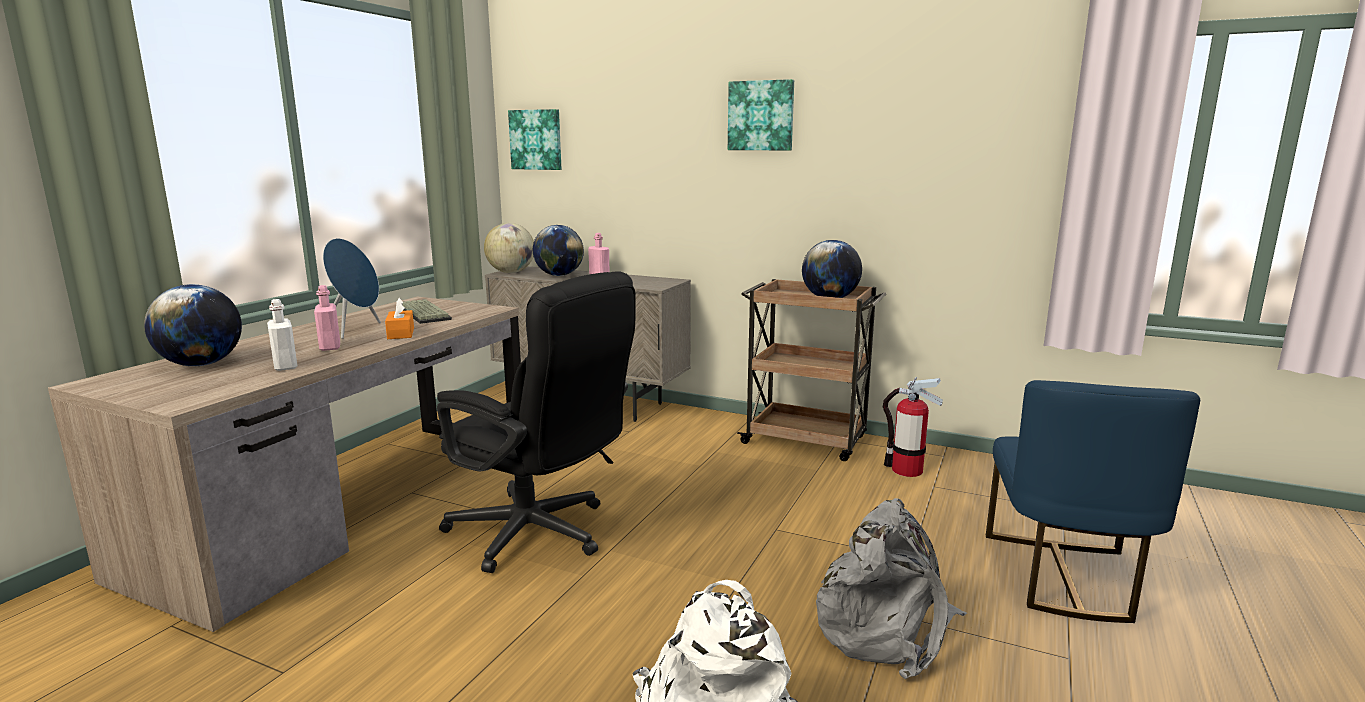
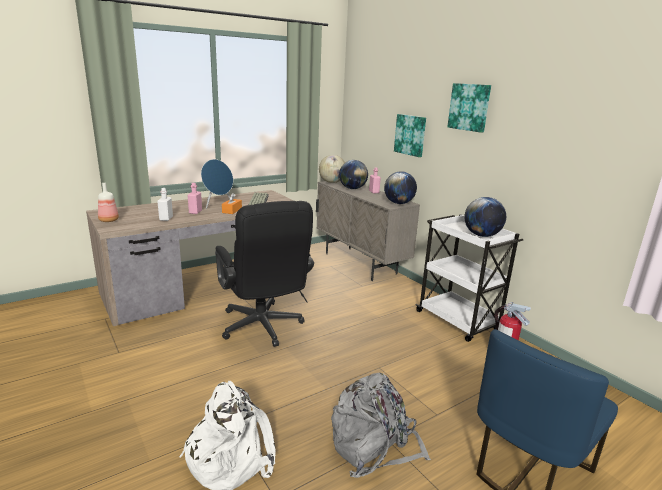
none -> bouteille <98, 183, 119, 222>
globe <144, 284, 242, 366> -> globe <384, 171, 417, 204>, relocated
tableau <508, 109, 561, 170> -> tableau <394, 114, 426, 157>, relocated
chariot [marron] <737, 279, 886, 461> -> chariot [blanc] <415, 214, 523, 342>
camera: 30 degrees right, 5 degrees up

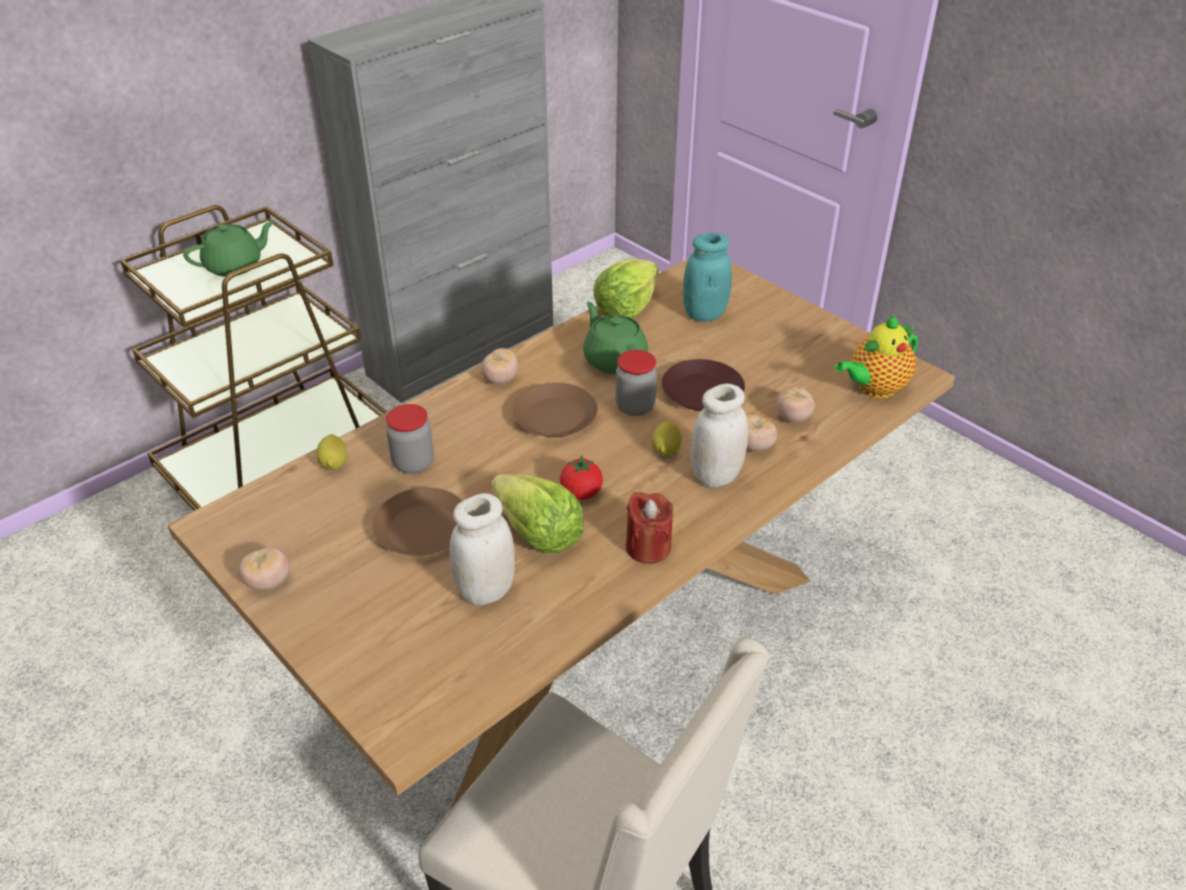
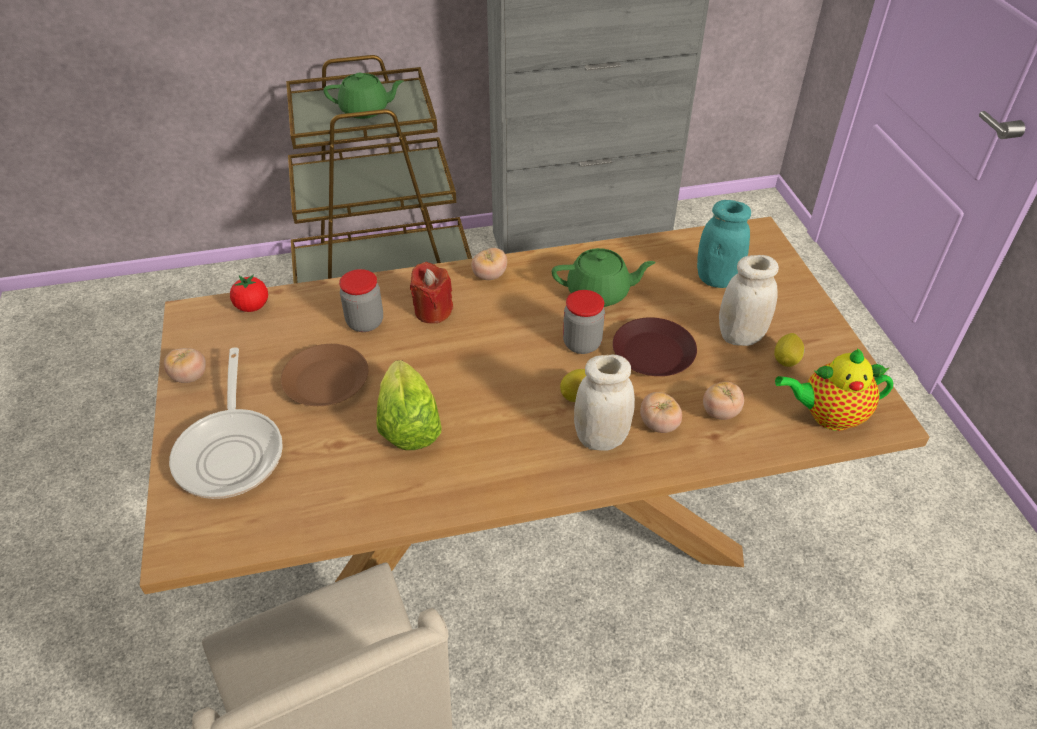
none -> poêle <169, 348, 283, 499>
tomate <560, 455, 603, 500> -> tomate <230, 274, 268, 312>, relocated
bougie [rouge] <626, 492, 673, 564> -> bougie [rouge] <410, 262, 453, 324>, relocated
théière [vert] <583, 301, 648, 374> -> théière [vert] <552, 248, 656, 307>, 90 degrees clockwise
bocal [blanc] <450, 493, 515, 606> -> bocal [blanc] <719, 255, 779, 346>, relocated
citron <316, 434, 347, 470> -> citron <774, 333, 804, 367>, relocated
assiette [marron] <512, 383, 598, 437> -> none
laitue <593, 259, 659, 319> -> none
camera: 30 degrees right, 5 degrees up

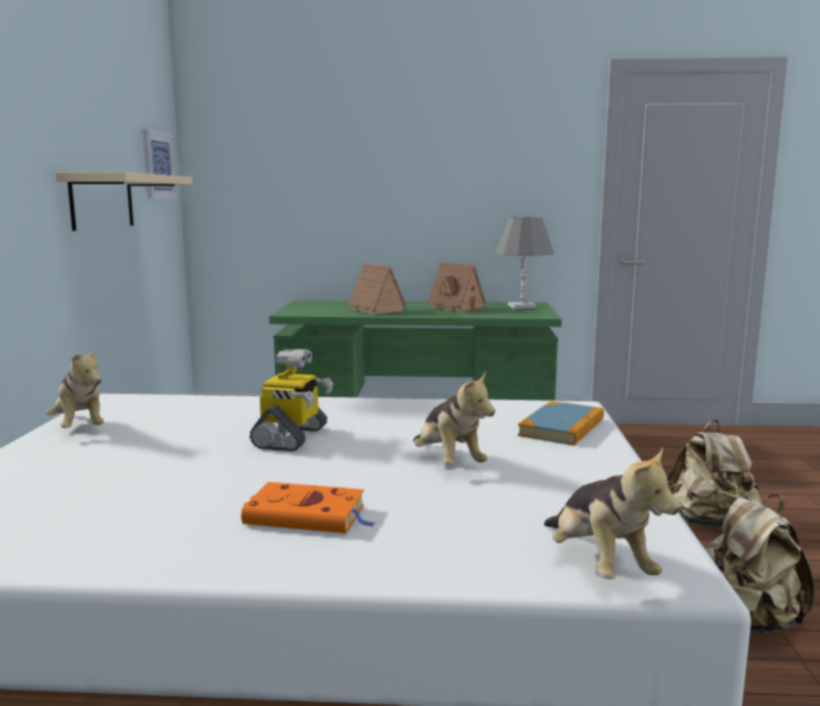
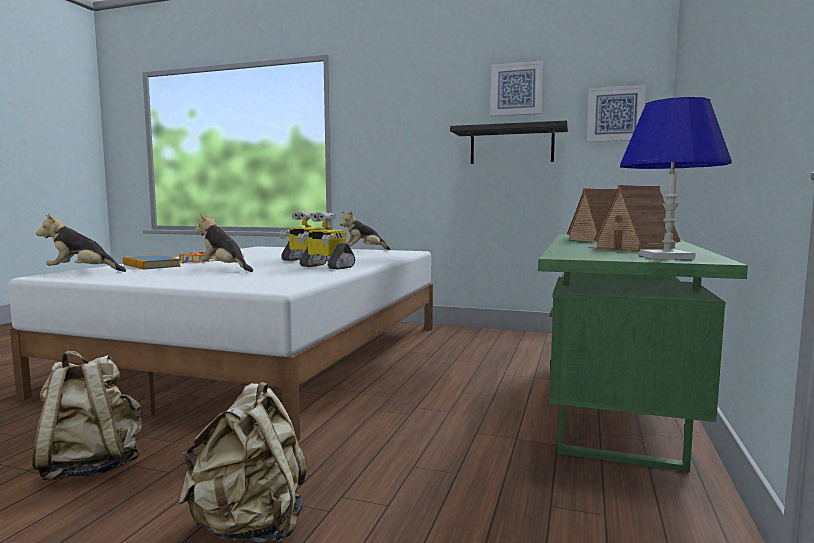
livre <518, 401, 604, 446> -> livre <123, 255, 181, 270>, relocated
peluche <413, 371, 495, 465> -> peluche <195, 212, 253, 272>, 45 degrees clockwise
none -> robot jouet <297, 212, 355, 270>
étagère [beige] <56, 172, 192, 231> -> étagère [noir] <450, 120, 568, 164>
none -> tableau <490, 60, 543, 116>
lampe de table [gris] <496, 217, 554, 309> -> lampe de table [bleu] <620, 97, 732, 260>
camera: 105 degrees right, 5 degrees down

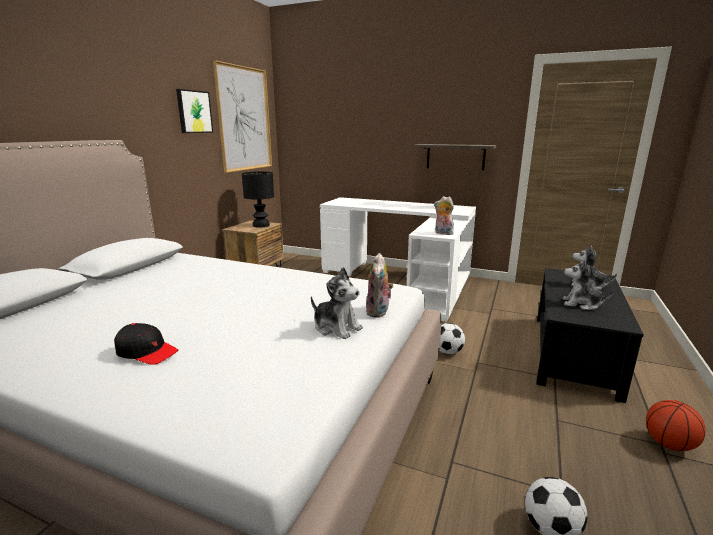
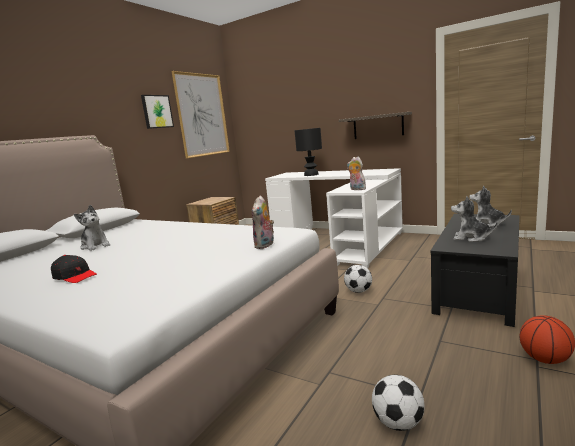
peluche <311, 267, 363, 339> -> peluche <74, 205, 110, 251>, relocated
lampe de table [noir] <242, 171, 274, 228> -> lampe de table [noir] <294, 128, 322, 176>, relocated
camera: 10 degrees right, 5 degrees down

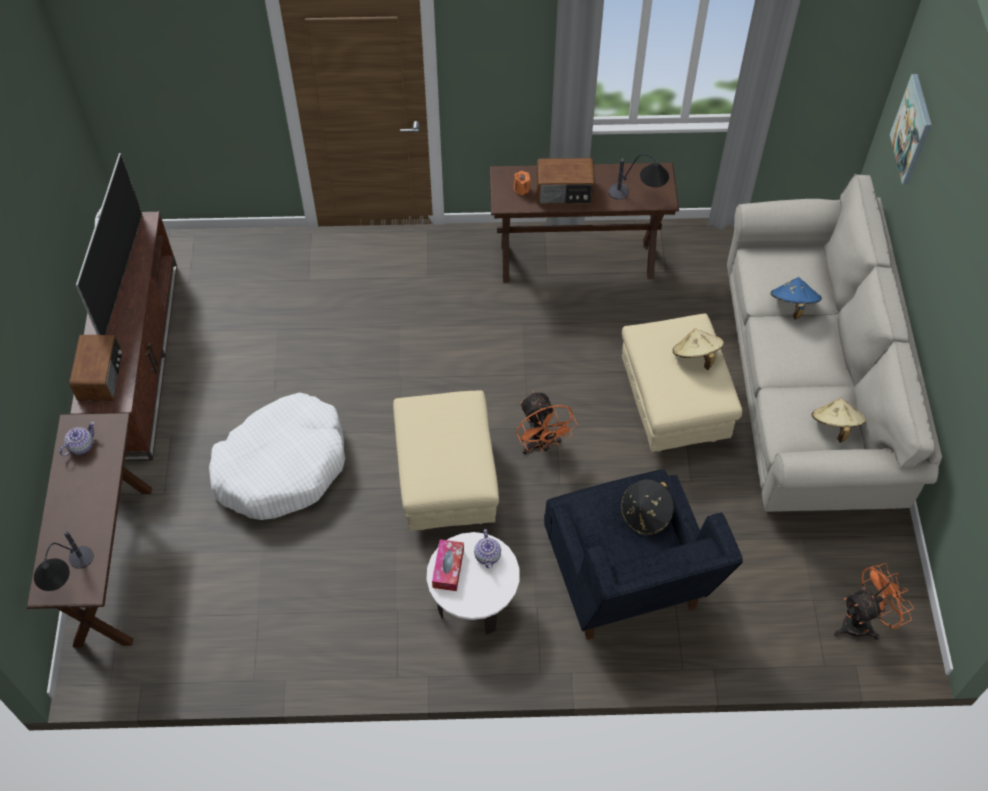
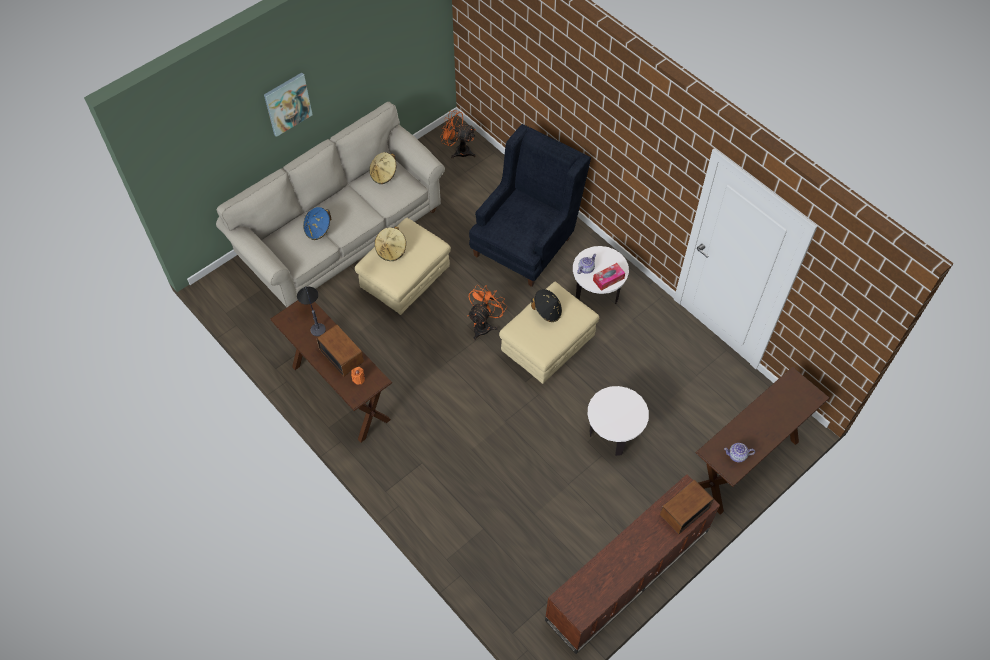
tableau <890, 74, 931, 184> -> tableau <264, 73, 313, 137>, relocated
chapeau [noir] <621, 479, 674, 535> -> chapeau [noir] <531, 289, 562, 322>, relocated
panier pour chien [blanc] <209, 392, 345, 520> -> table d'appoint [blanc] <588, 386, 649, 456>
lampe de table <34, 531, 93, 591> -> none
téléviseur <76, 153, 142, 335> -> none
camera: 130 degrees left, 0 degrees up

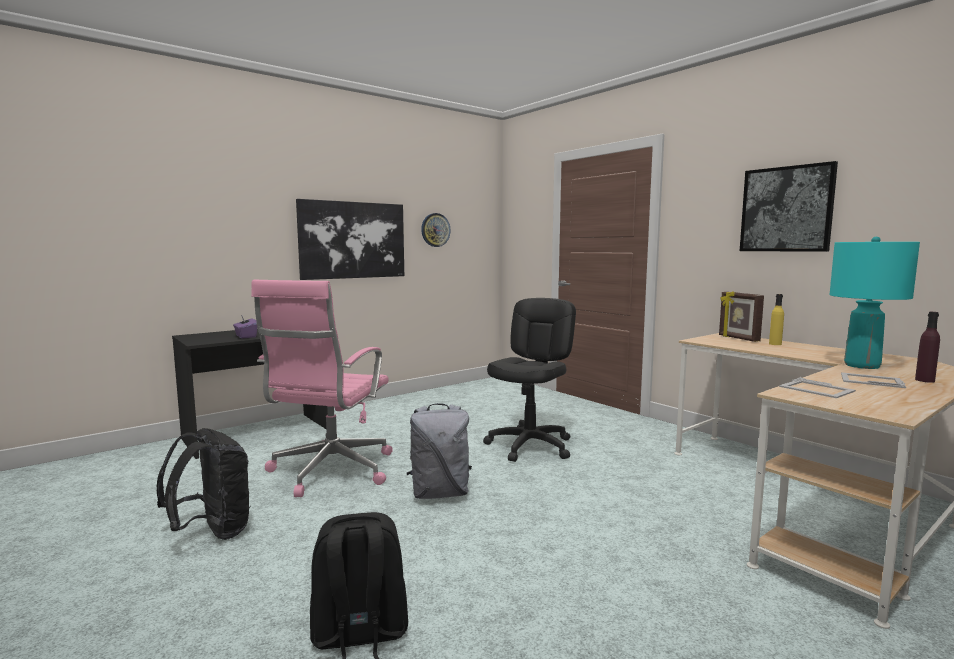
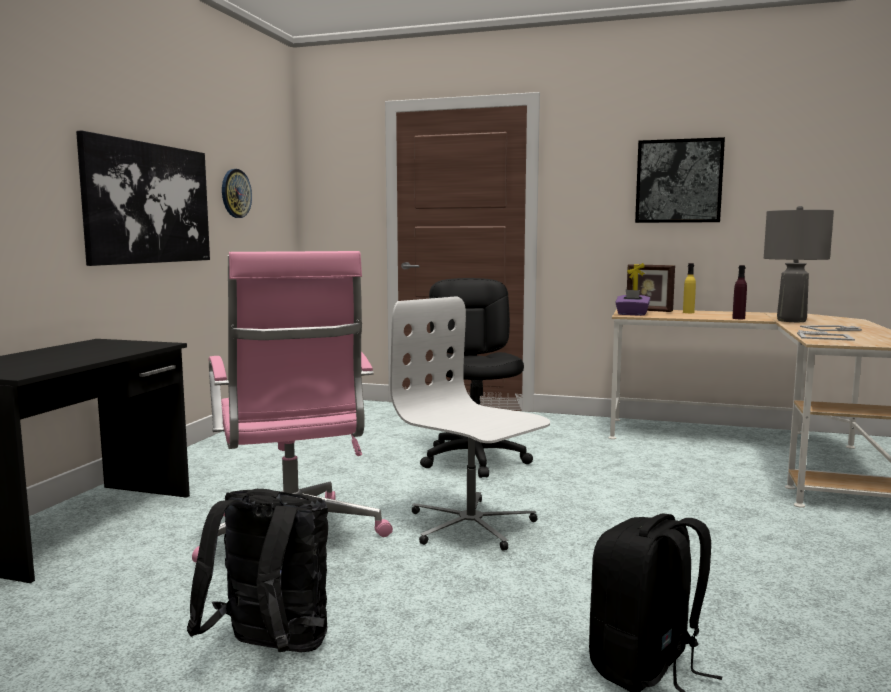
sac à dos [gris] <407, 403, 472, 499> -> chaise de bureau [blanc] <390, 296, 550, 551>
boîte à mouchoirs [violet] <233, 315, 257, 338> -> boîte à mouchoirs [violet] <615, 290, 650, 316>, relocated
bouteille [violet] <915, 312, 940, 383> -> bouteille [violet] <732, 265, 747, 319>, relocated
lampe de table [turquoise] <829, 237, 920, 369> -> lampe de table [gris] <764, 206, 834, 322>
camera: 35 degrees left, 0 degrees up

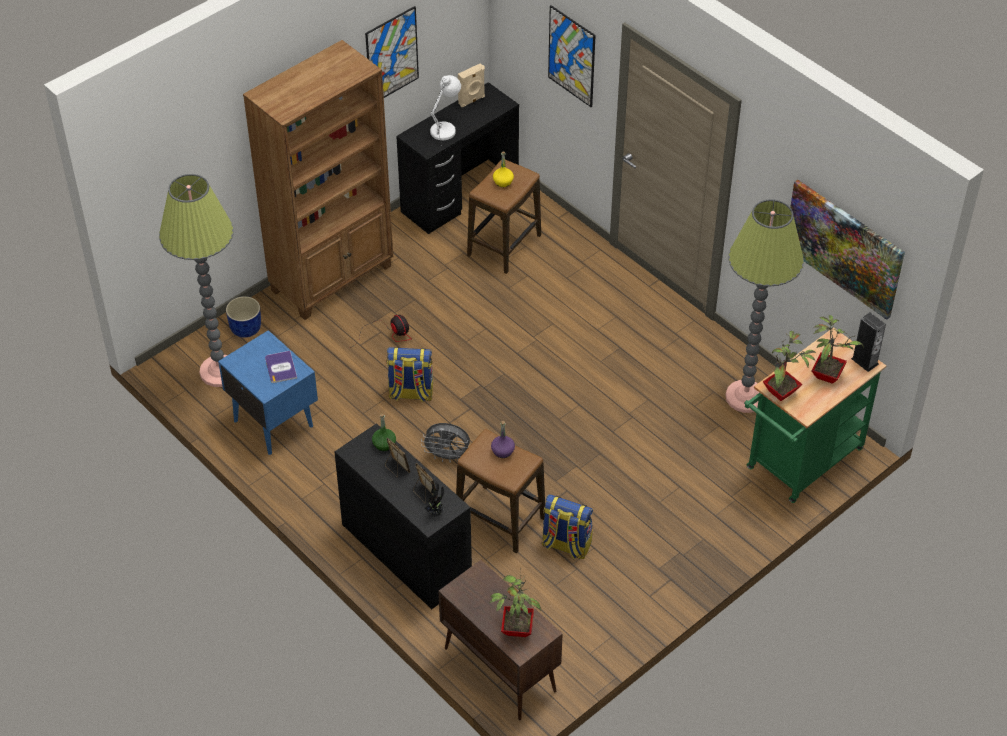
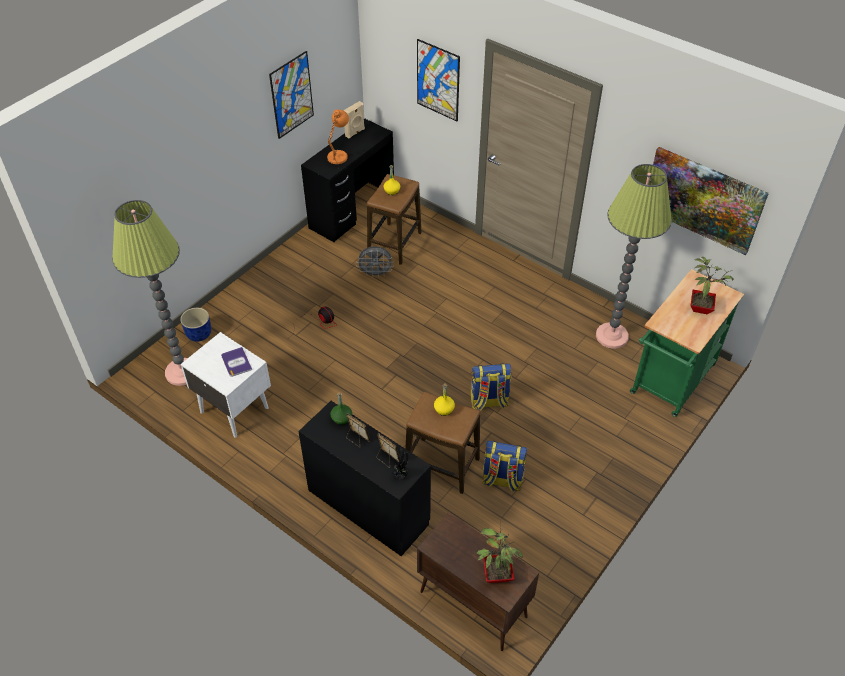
table de chevet [bleu] <218, 330, 318, 455> -> table de chevet [blanc] <181, 332, 271, 438>
lampe de table [blanc] <430, 75, 461, 147> -> lampe de table [orange] <327, 110, 349, 164>
ventilateur [gris] <421, 423, 470, 463> -> ventilateur [gris] <356, 246, 394, 278>, relocated
bouteille [violet] <491, 421, 515, 458> -> bouteille [jaune] <434, 384, 455, 416>
sac à dos <387, 347, 433, 403> -> sac à dos <471, 363, 512, 411>, relocated
bibliothèque [marron] <243, 40, 393, 320> -> none
plante en pot <763, 331, 816, 401> -> none
enceinte <851, 312, 886, 372> -> none
camera: 10 degrees left, 0 degrees up

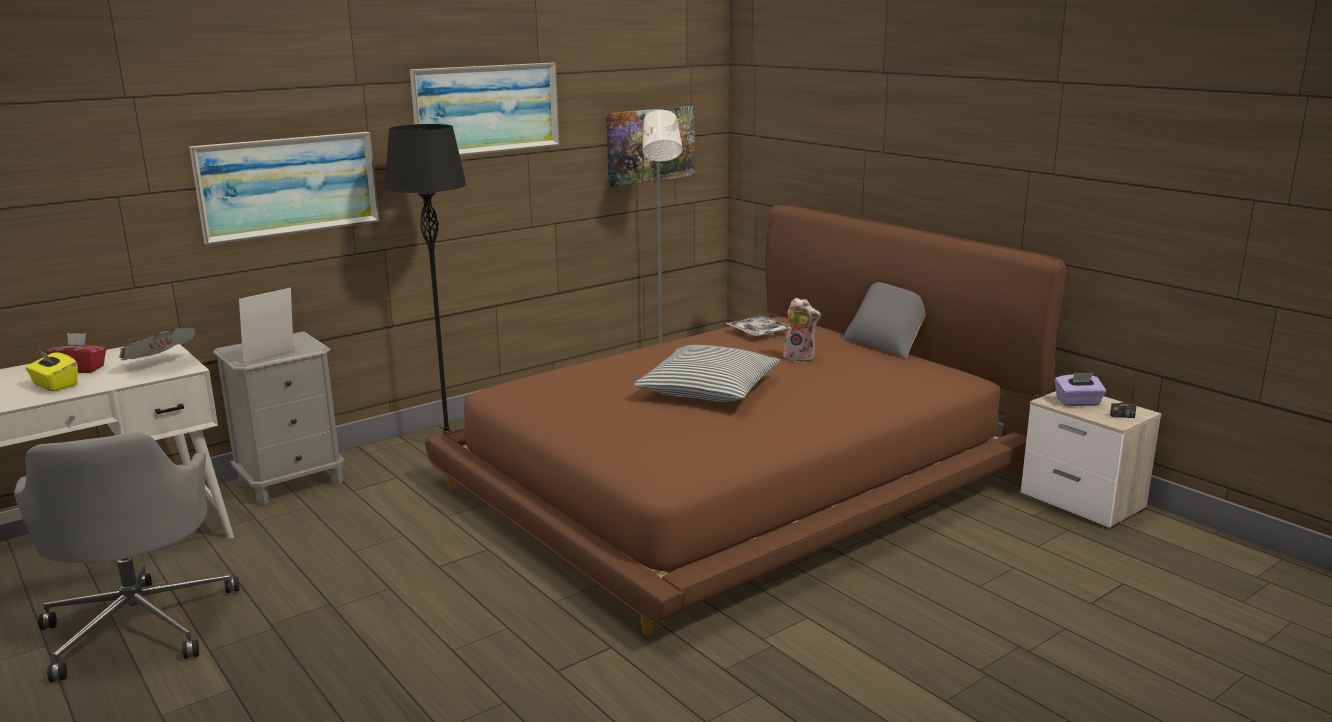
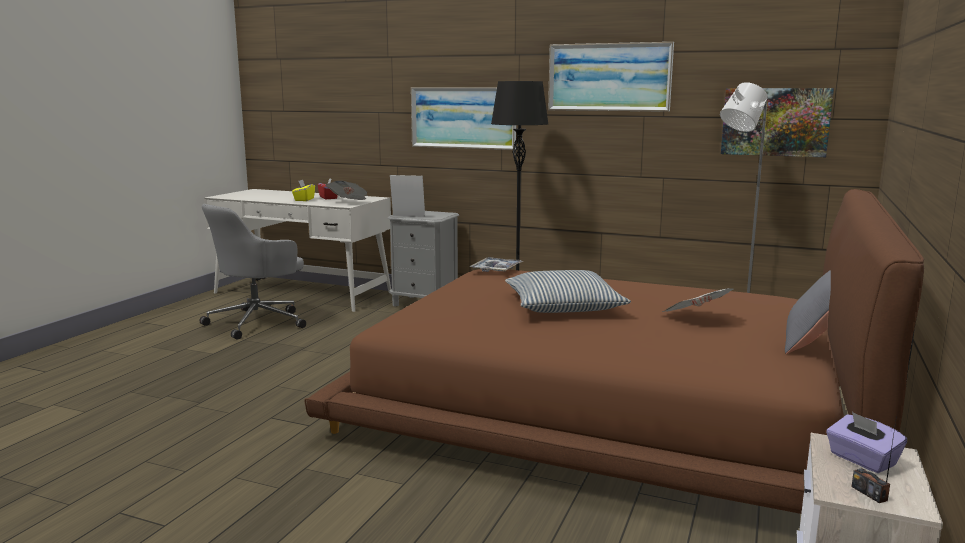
plateau <726, 315, 790, 337> -> plateau <470, 257, 524, 272>, relocated
peluche <783, 298, 821, 362> -> journal <662, 288, 734, 312>
camera: 60 degrees right, 5 degrees down

